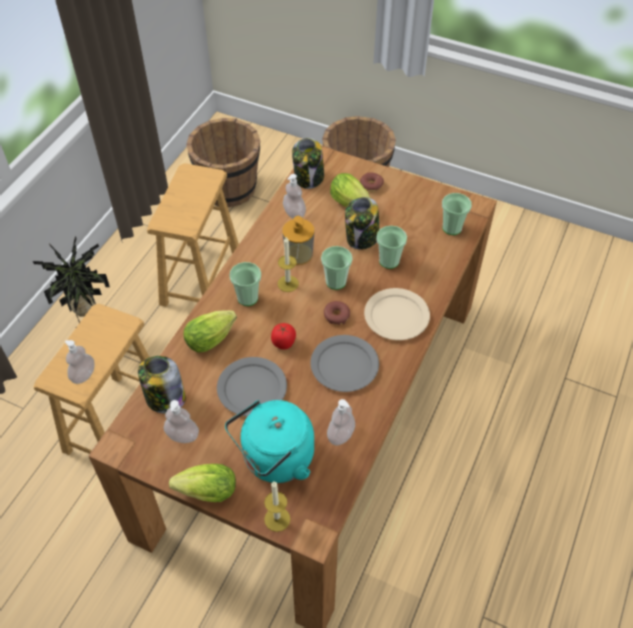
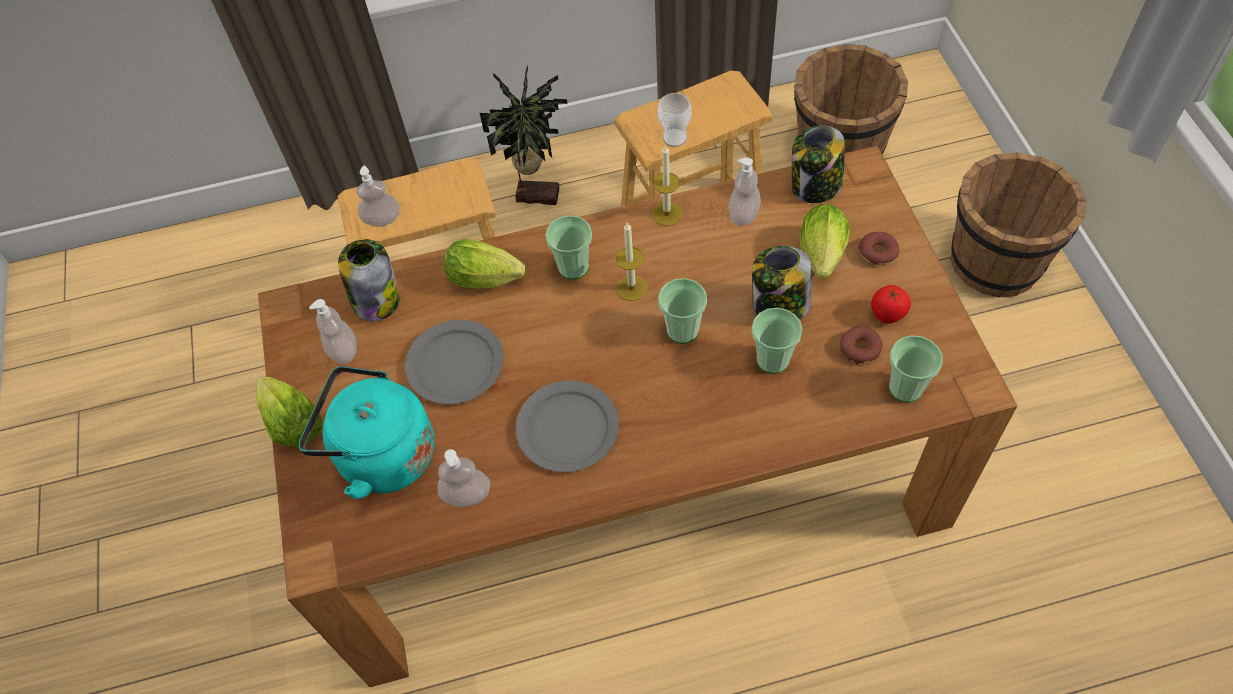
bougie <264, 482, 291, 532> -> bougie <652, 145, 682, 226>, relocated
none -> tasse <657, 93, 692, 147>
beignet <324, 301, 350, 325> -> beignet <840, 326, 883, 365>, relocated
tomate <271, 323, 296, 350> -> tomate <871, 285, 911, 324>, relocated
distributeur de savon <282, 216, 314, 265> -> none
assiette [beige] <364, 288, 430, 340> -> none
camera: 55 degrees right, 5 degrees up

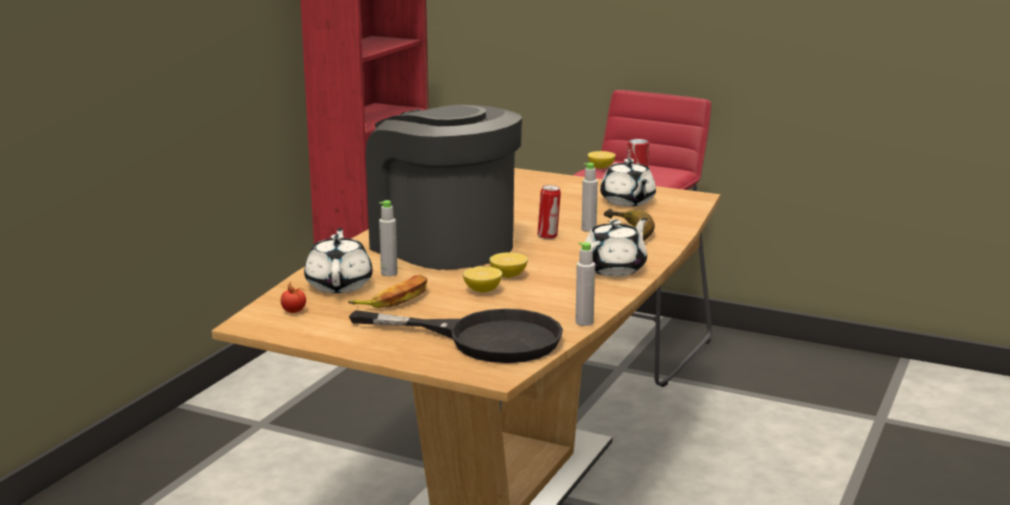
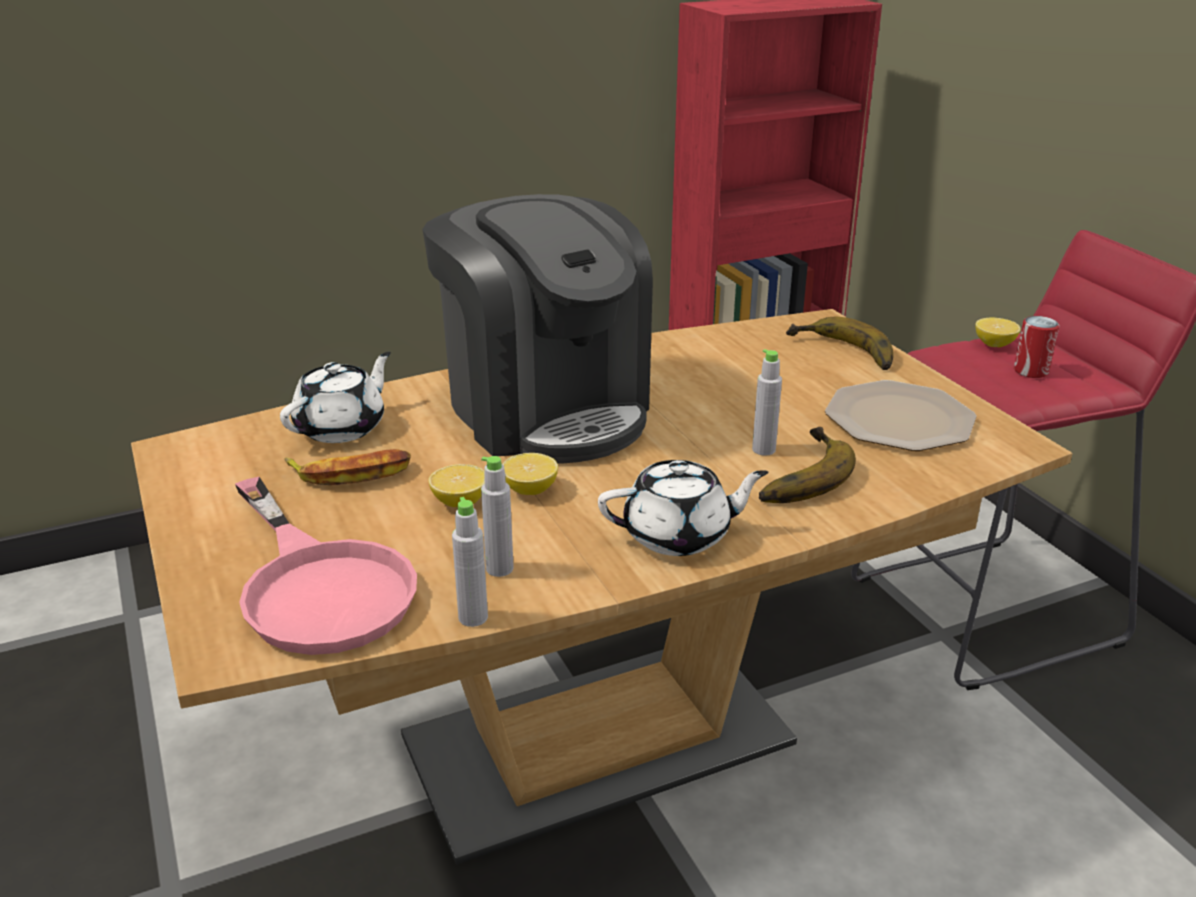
poêle [noir] <349, 309, 563, 363> -> poêle [rose] <235, 477, 417, 655>
machine à café <366, 105, 522, 270> -> machine à café <423, 194, 653, 464>, 150 degrees clockwise
bouteille [gris] <379, 200, 398, 276> -> bouteille [gris] <481, 456, 514, 577>, relocated
none -> banane <786, 317, 893, 370>
théière [blanc] <600, 159, 656, 206> -> assiette <825, 380, 977, 451>
tomate <281, 281, 306, 313> -> none
boîte métallique <537, 185, 561, 239> -> none
camera: 40 degrees right, 10 degrees up

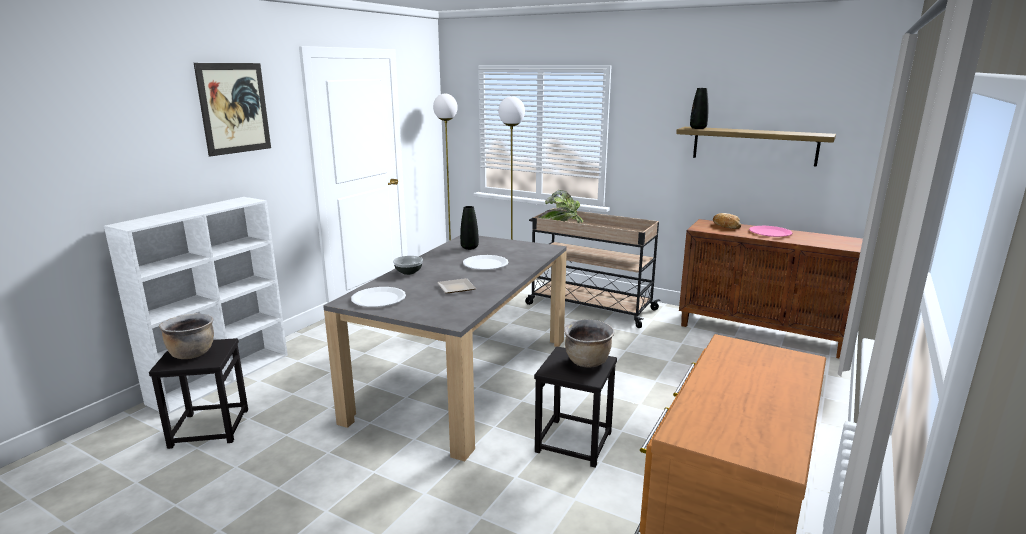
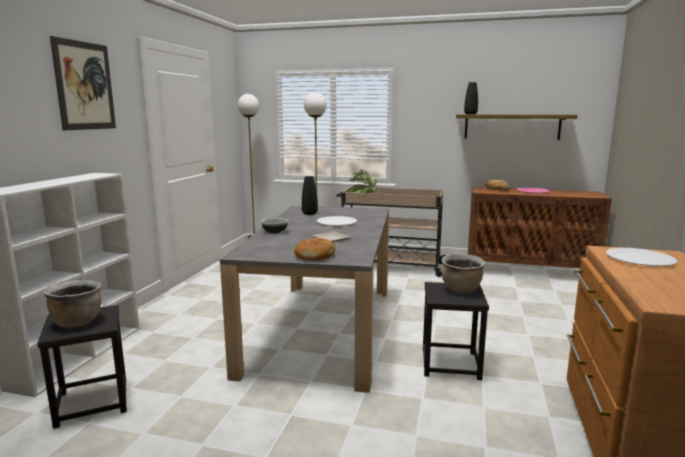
none -> pain <294, 238, 335, 260>
assiette [blanc] <351, 287, 406, 307> -> assiette [blanc] <606, 248, 677, 266>, relocated
camera: 15 degrees left, 5 degrees down

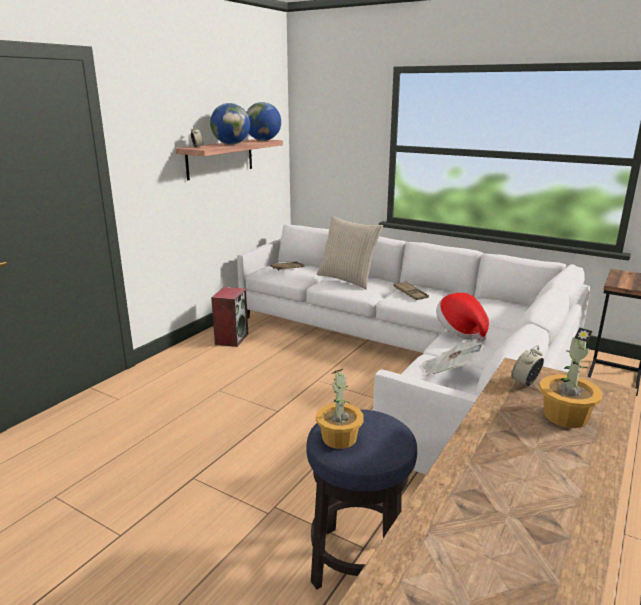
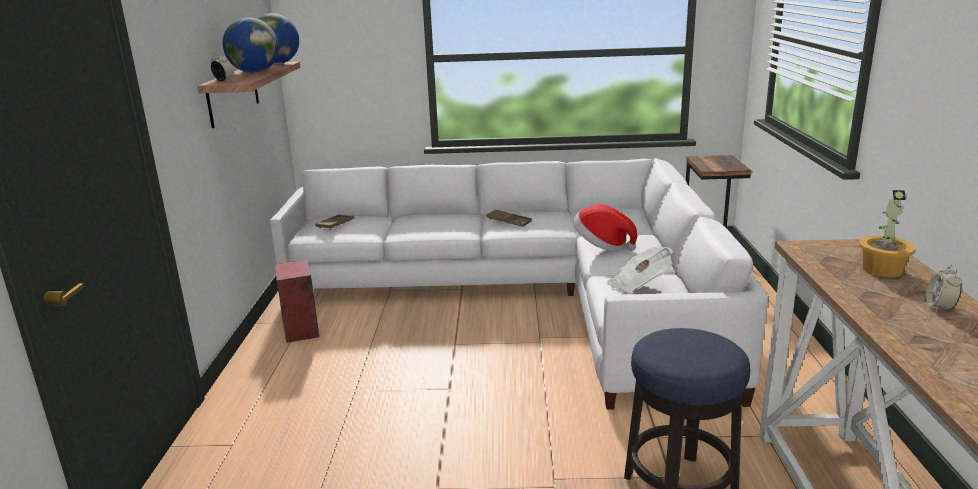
réveil <511, 345, 544, 386> -> réveil <925, 264, 962, 312>, relocated
plante en pot <316, 369, 364, 449> -> none
coussin [beige] <317, 216, 383, 290> -> none
camera: 30 degrees left, 0 degrees up

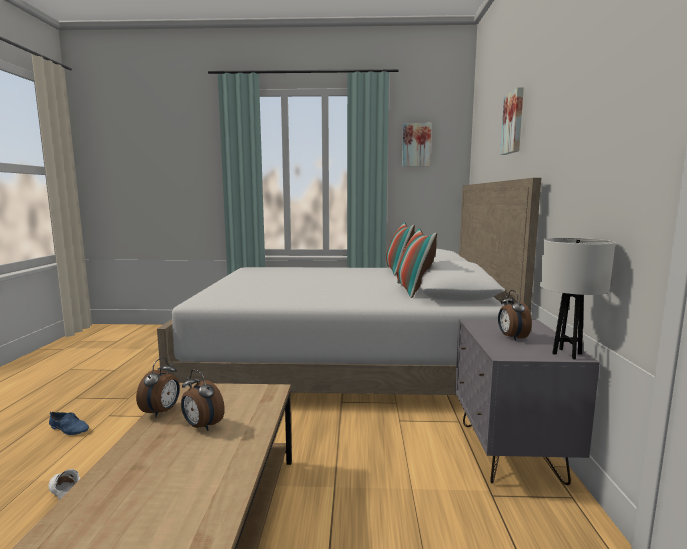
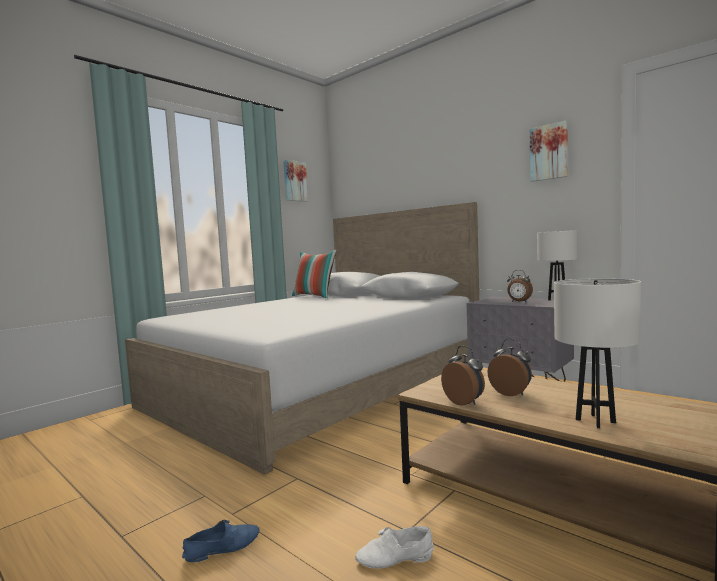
réveil <181, 370, 225, 431> -> réveil <487, 339, 532, 396>, 120 degrees counterclockwise
tableau <500, 87, 524, 155> -> tableau <530, 121, 568, 182>, relocated
none -> lampe de table [blanc] <554, 278, 641, 428>
coussin <397, 228, 437, 298> -> none
camera: 50 degrees left, 5 degrees down

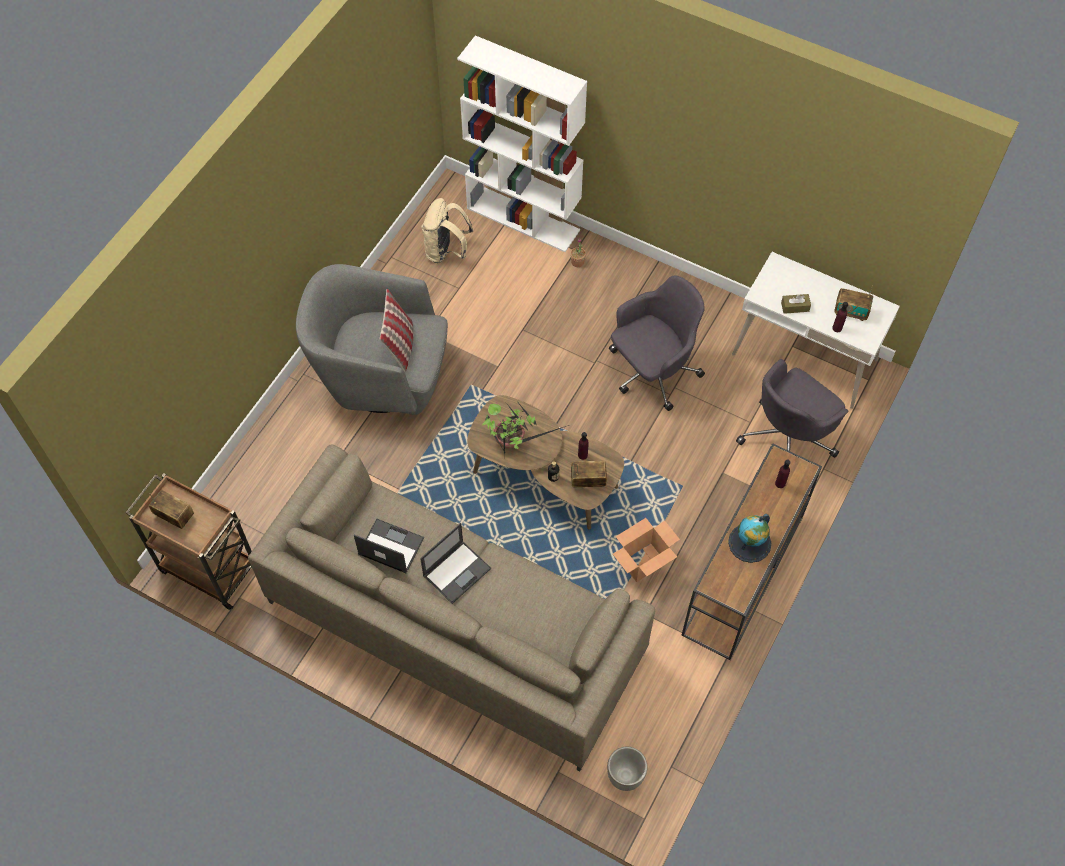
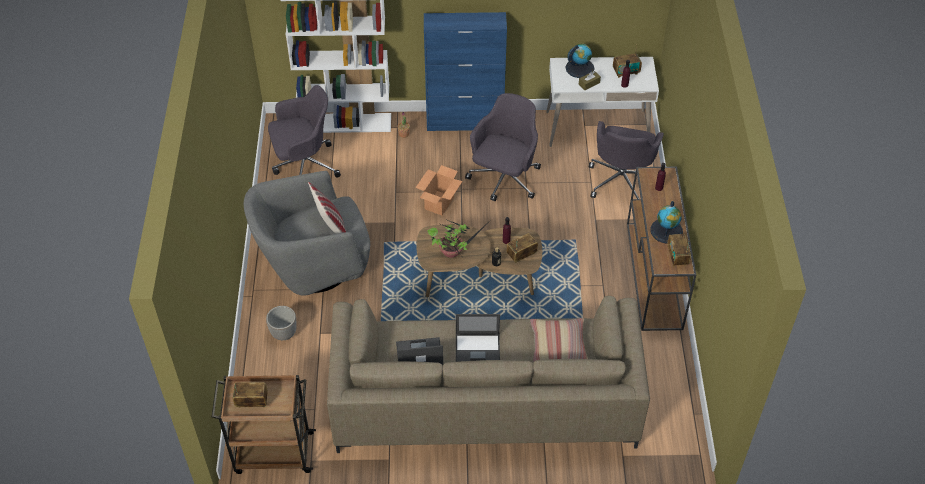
cache-pot <607, 746, 648, 791> -> cache-pot <266, 306, 297, 340>, relocated
sac à dos [beige] <421, 198, 474, 263> -> chaise de bureau [gris] <268, 85, 341, 178>
carton <613, 518, 680, 582> -> carton <415, 165, 463, 215>, relocated
none -> meuble de rangement [bleu] <424, 12, 507, 131>
ordinateur portable <420, 523, 491, 604> -> ordinateur portable <456, 314, 500, 362>, 75 degrees clockwise
none -> coussin <530, 318, 588, 362>
none -> globe <566, 44, 594, 78>
none -> radio <667, 234, 691, 266>
camera: 30 degrees left, 10 degrees down

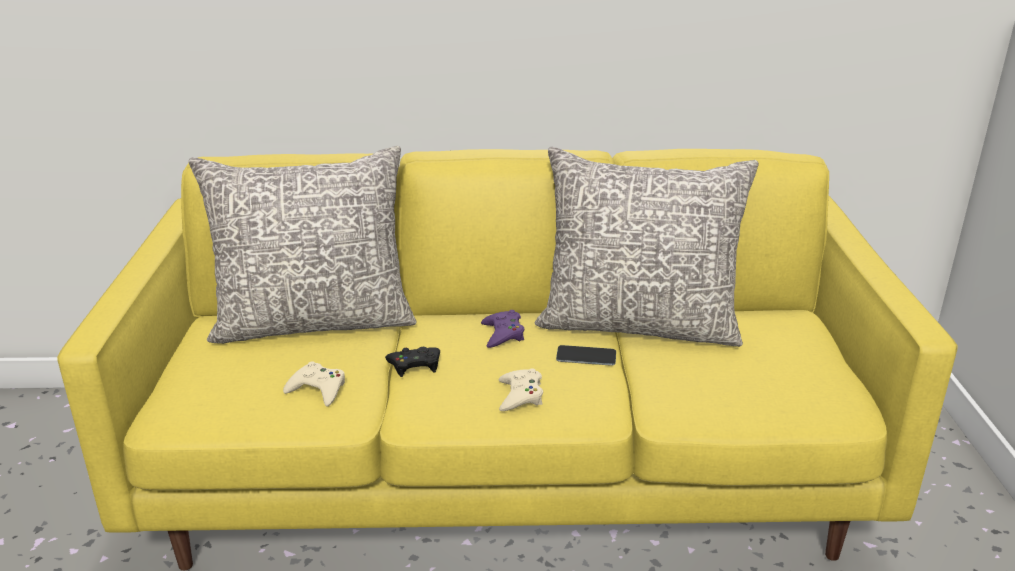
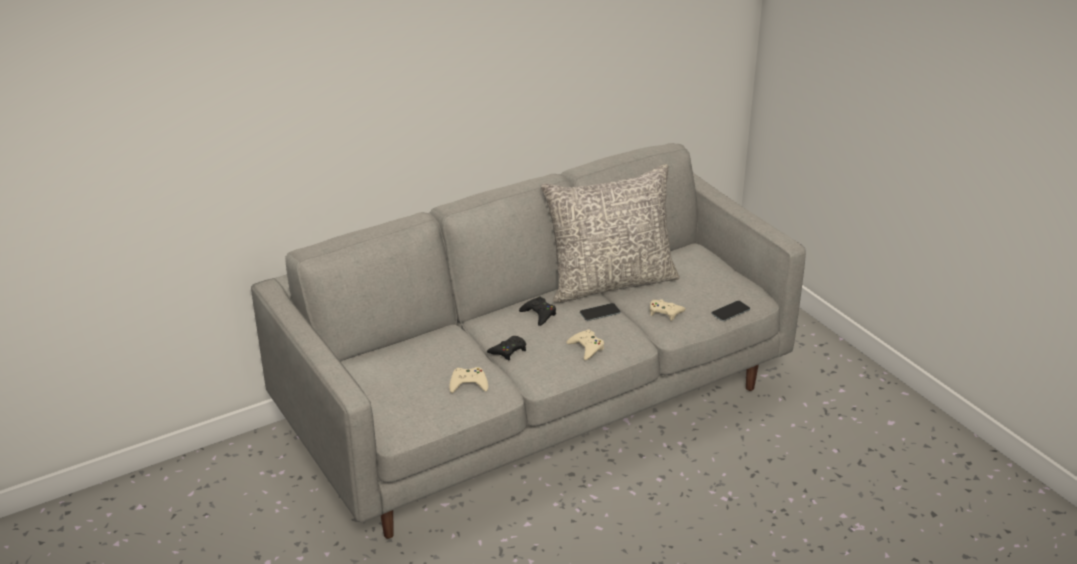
canapé [jaune] <57, 149, 958, 570> -> canapé [gris] <251, 143, 806, 539>
manette [violet] <481, 310, 524, 348> -> manette [noir] <519, 297, 556, 326>
none -> manette [beige] <650, 299, 686, 321>
none -> téléphone <712, 301, 750, 321>
coussin [gris] <189, 146, 417, 344> -> none
camera: 30 degrees left, 5 degrees up

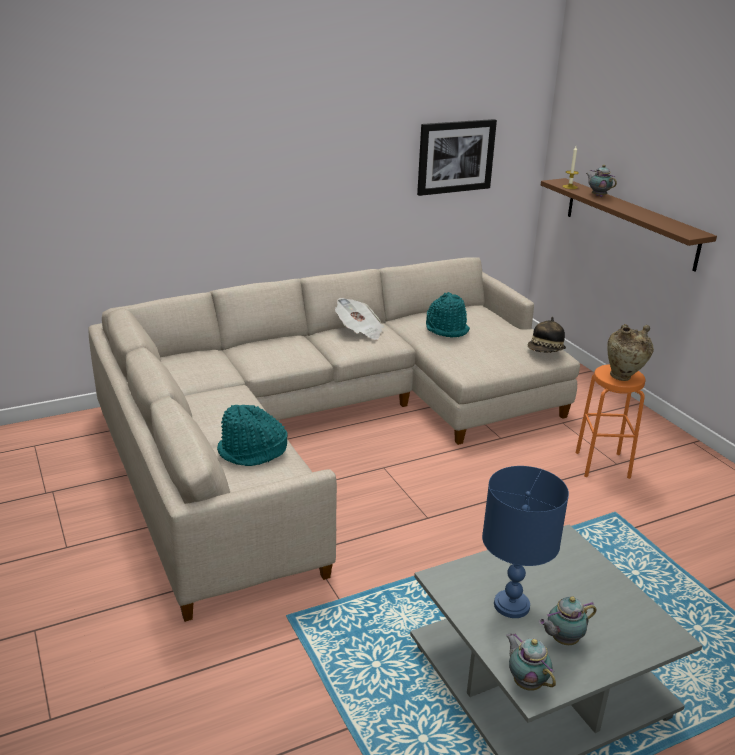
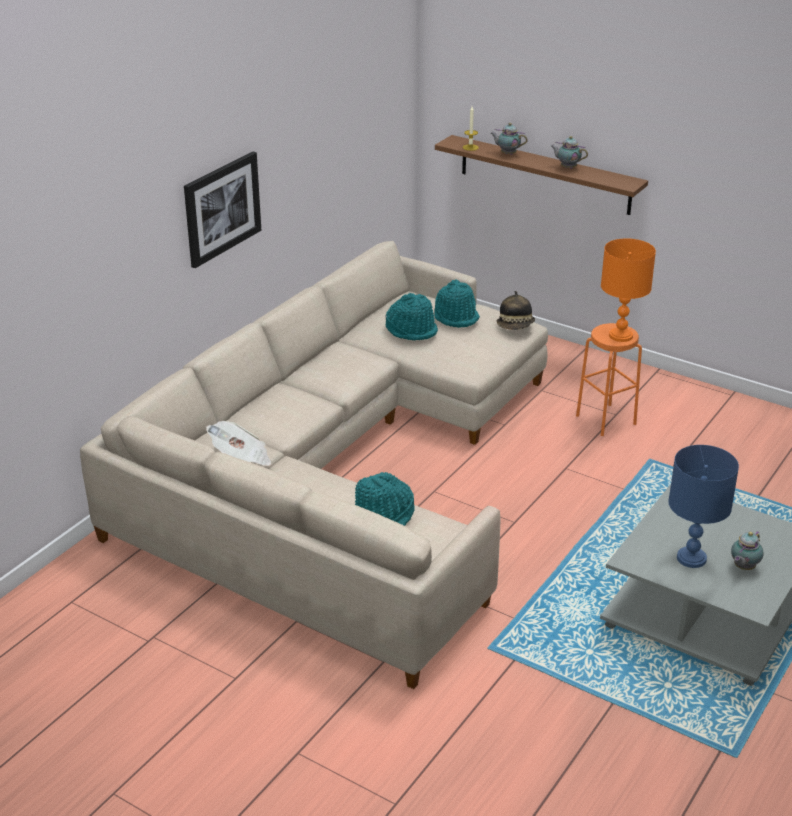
tableau <417, 119, 497, 196> -> tableau <184, 151, 261, 268>, relocated
journal <335, 298, 384, 340> -> journal <206, 421, 271, 466>, relocated
none -> chapeau [turquoise] <434, 280, 480, 328>
théière <506, 633, 556, 691> -> théière <551, 136, 588, 169>, relocated
vase [beige] <607, 324, 654, 381> -> lampe de table [orange] <601, 238, 656, 342>
camera: 30 degrees left, 5 degrees up

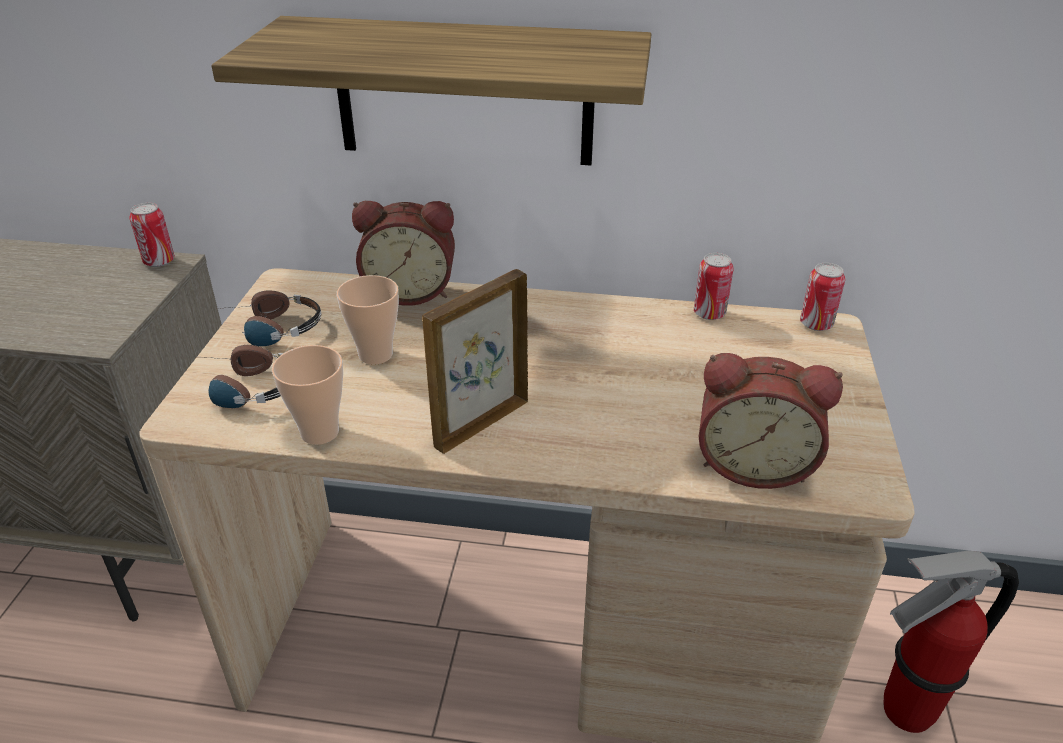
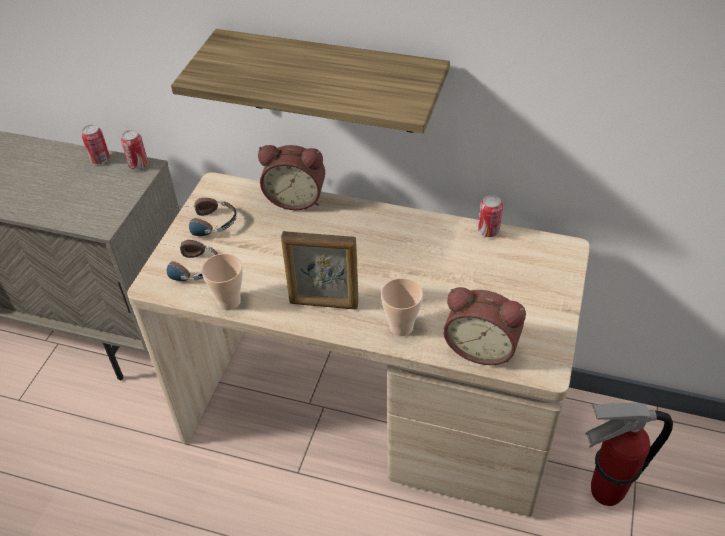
boîte métallique <800, 263, 845, 331> -> boîte métallique <81, 124, 110, 164>, relocated
cadre photo <422, 269, 528, 454> -> cadre photo <281, 231, 358, 310>, 135 degrees counterclockwise
tasse <337, 275, 399, 365> -> tasse <381, 278, 423, 336>, relocated
camera: 10 degrees right, 10 degrees up

